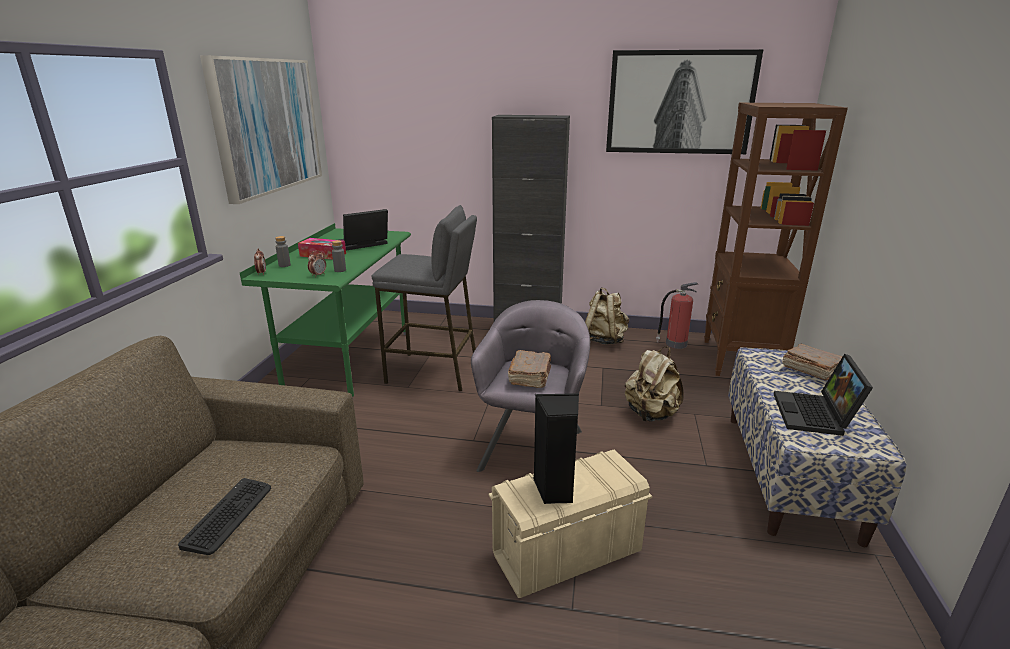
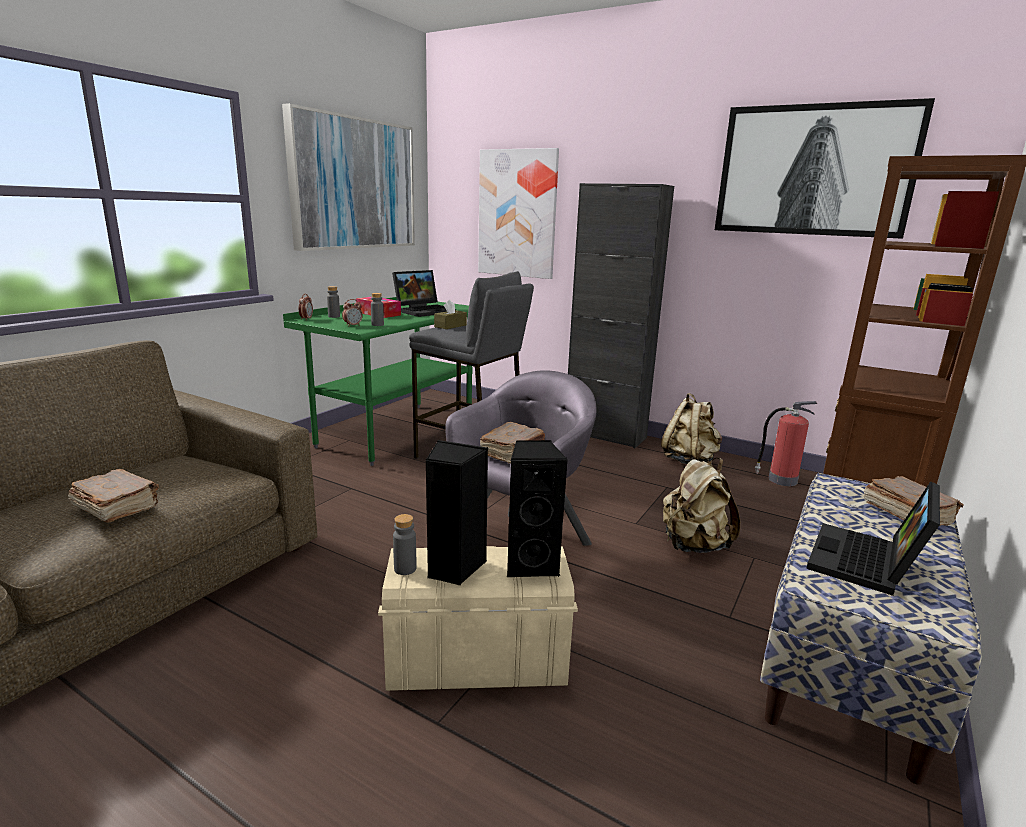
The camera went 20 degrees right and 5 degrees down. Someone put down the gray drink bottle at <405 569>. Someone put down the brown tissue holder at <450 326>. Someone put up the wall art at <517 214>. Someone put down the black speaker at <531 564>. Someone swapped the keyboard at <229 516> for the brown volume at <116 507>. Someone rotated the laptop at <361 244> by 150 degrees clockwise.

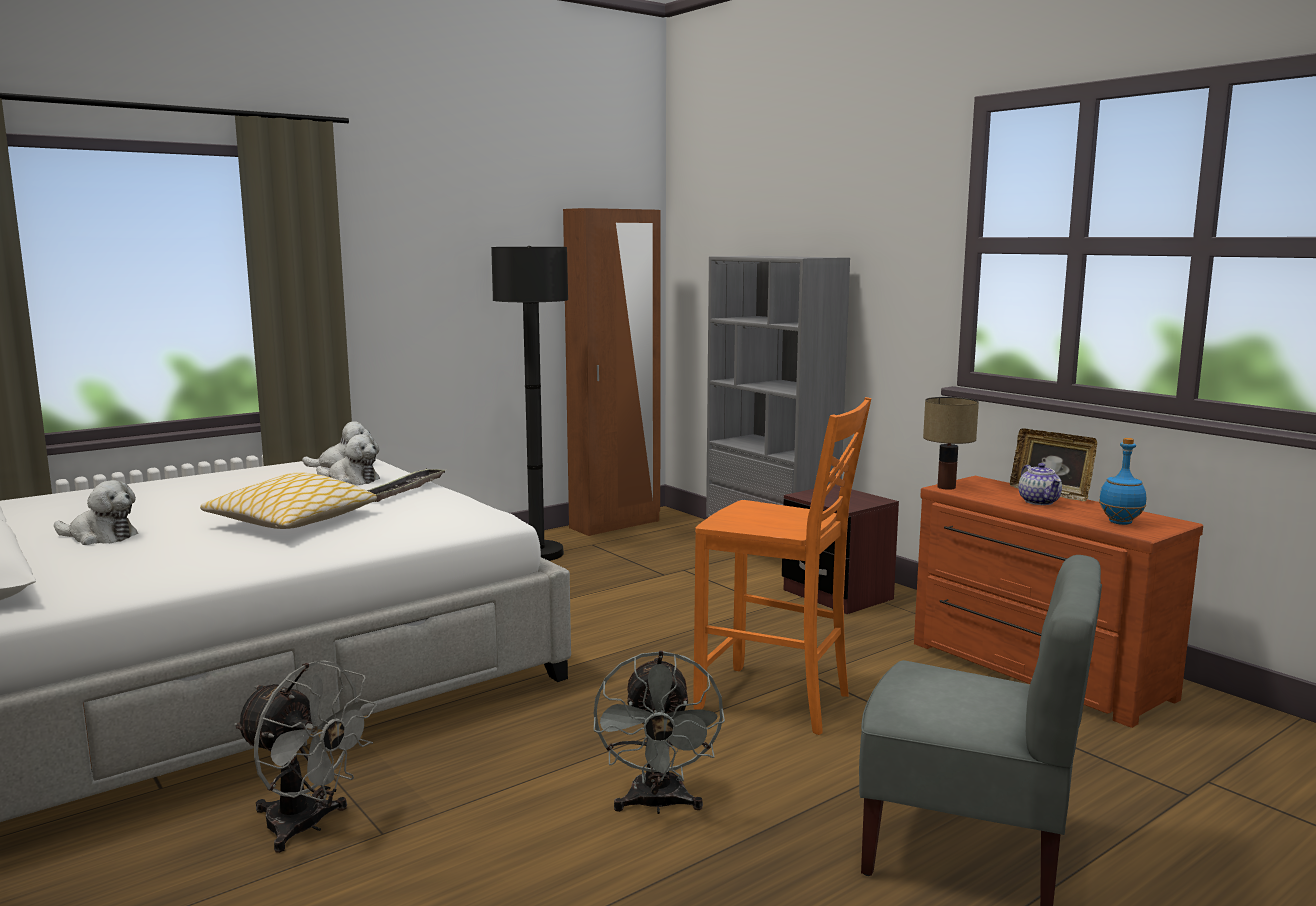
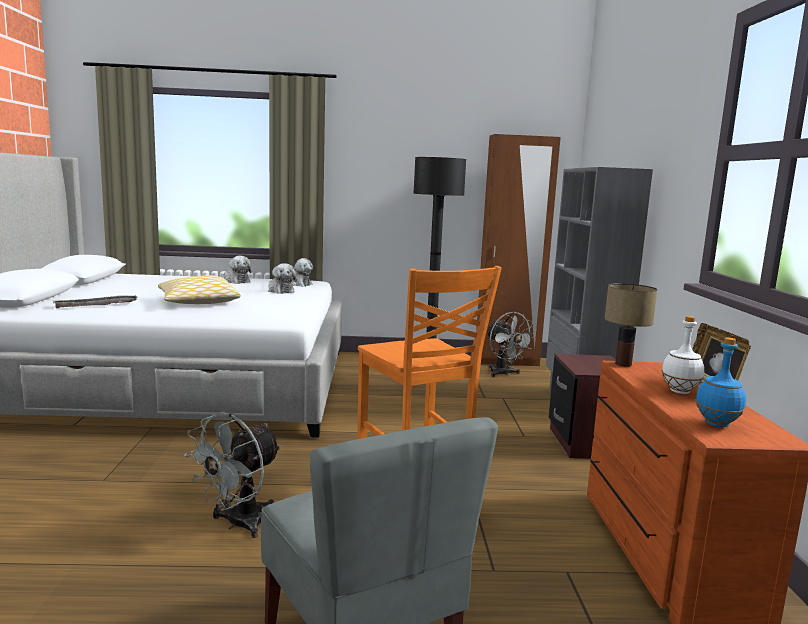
The camera went 35 degrees right and 0 degrees up. Someone carried the soft toy from <100 537> to <236 281>. Someone carried the gray fan from <307 826> to <504 374>. Someone carried the serving tray from <404 490> to <96 305>. Someone swapped the tea pot at <1039 502> for the white-coloured drink bottle at <680 391>.

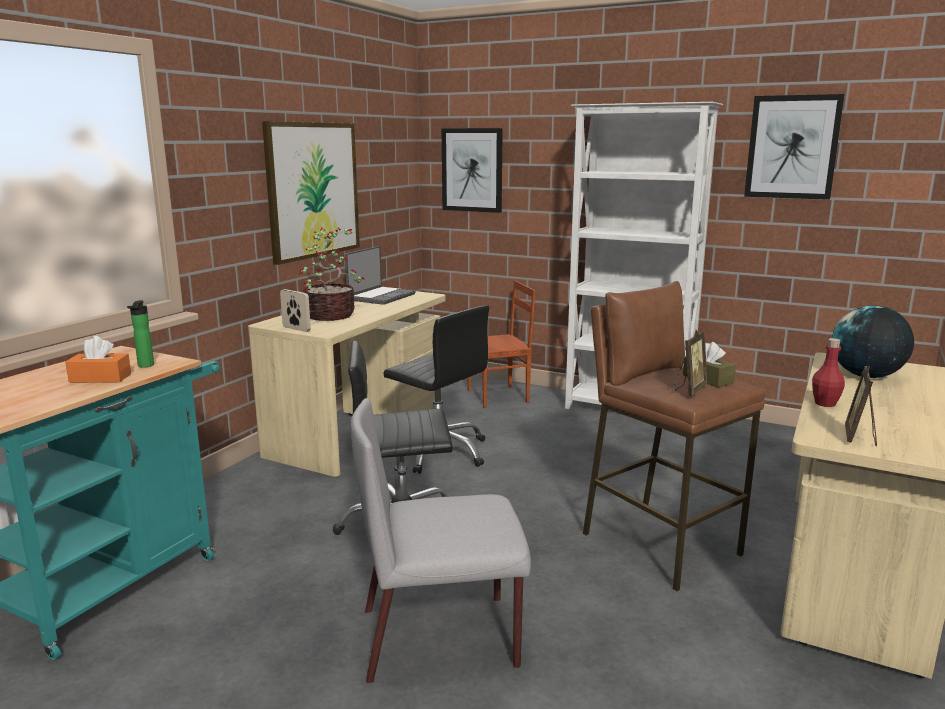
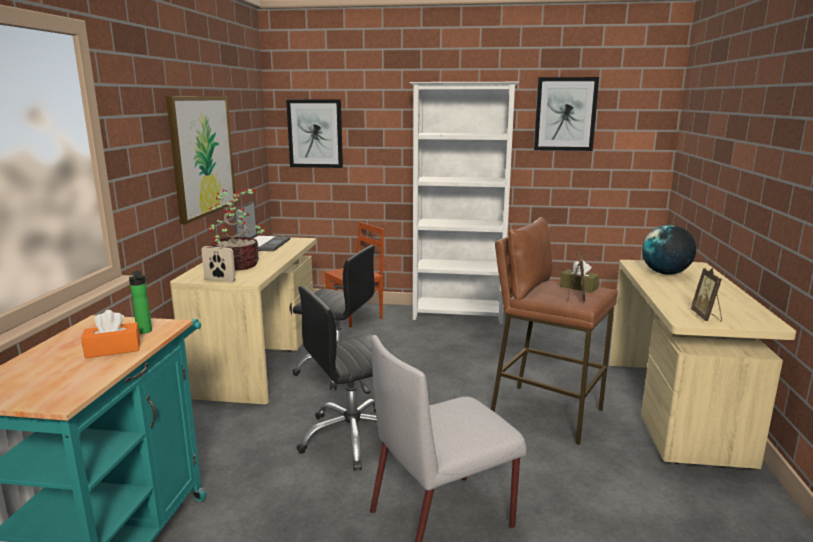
The camera went 20 degrees left and 0 degrees up. Someone took away the red-coloured drink bottle at <825 403>.

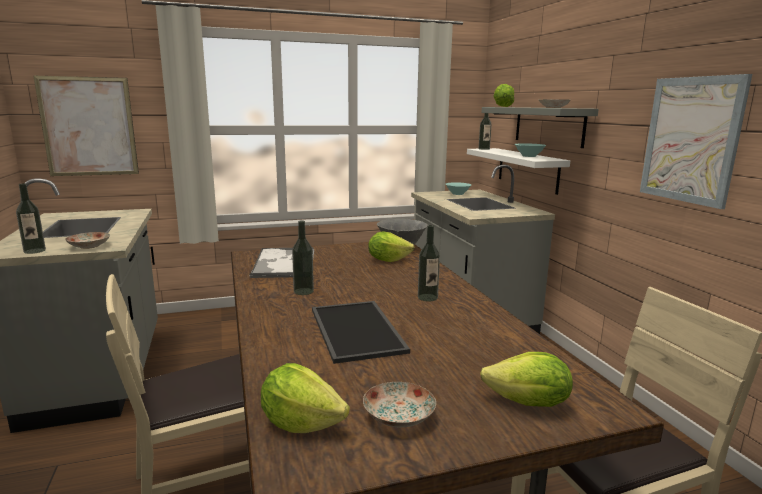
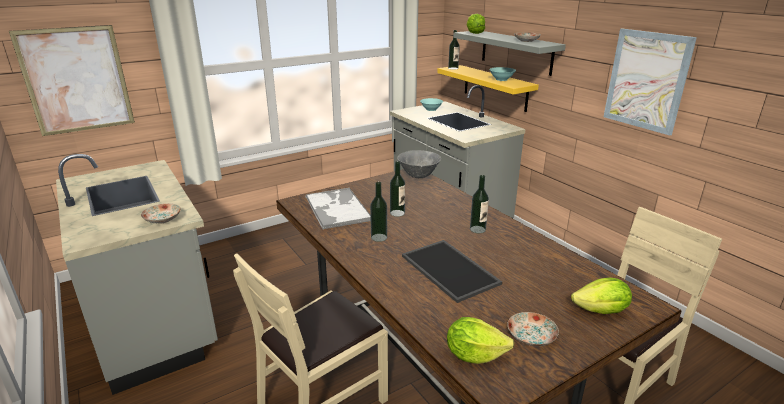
The camera went 15 degrees left and 10 degrees up. Someone took away the lettuce head at <388 260>. Someone carried the drink bottle from <34 251> to <397 213>. Someone repainted the white-coloured wall shelf at <527 169>, which became the yellowish wall shelf at <495 88>.

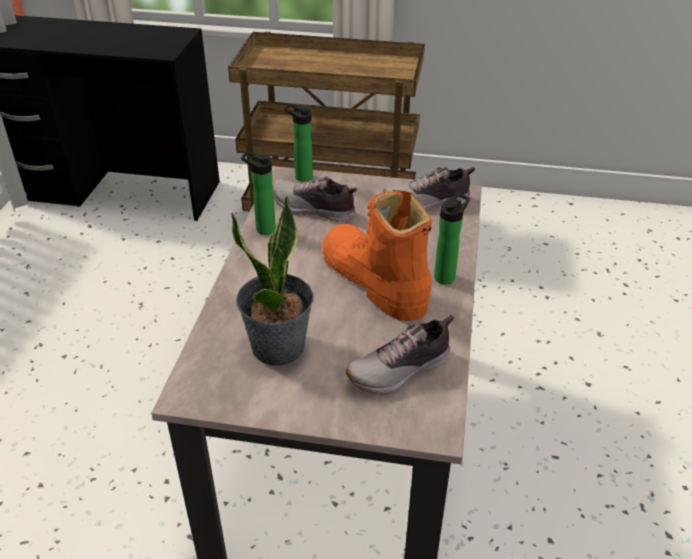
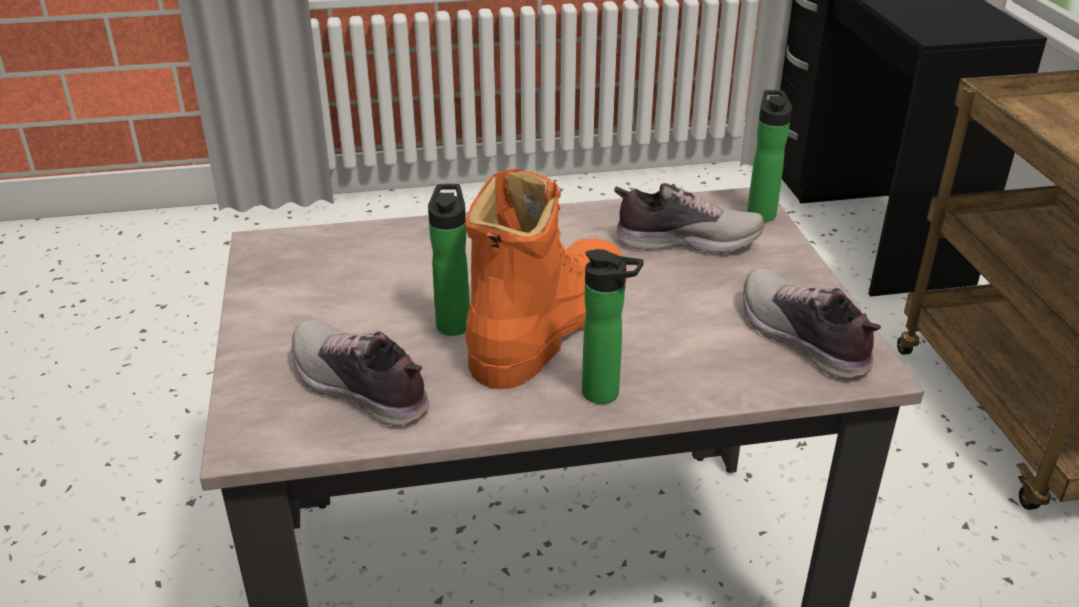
The camera went 70 degrees right and 5 degrees down. Someone took away the houseplant at <279 347>. Someone carried the drink bottle from <262 228> to <453 323>. Someone rotated the item of footwear at <313 209> by 90 degrees clockwise.

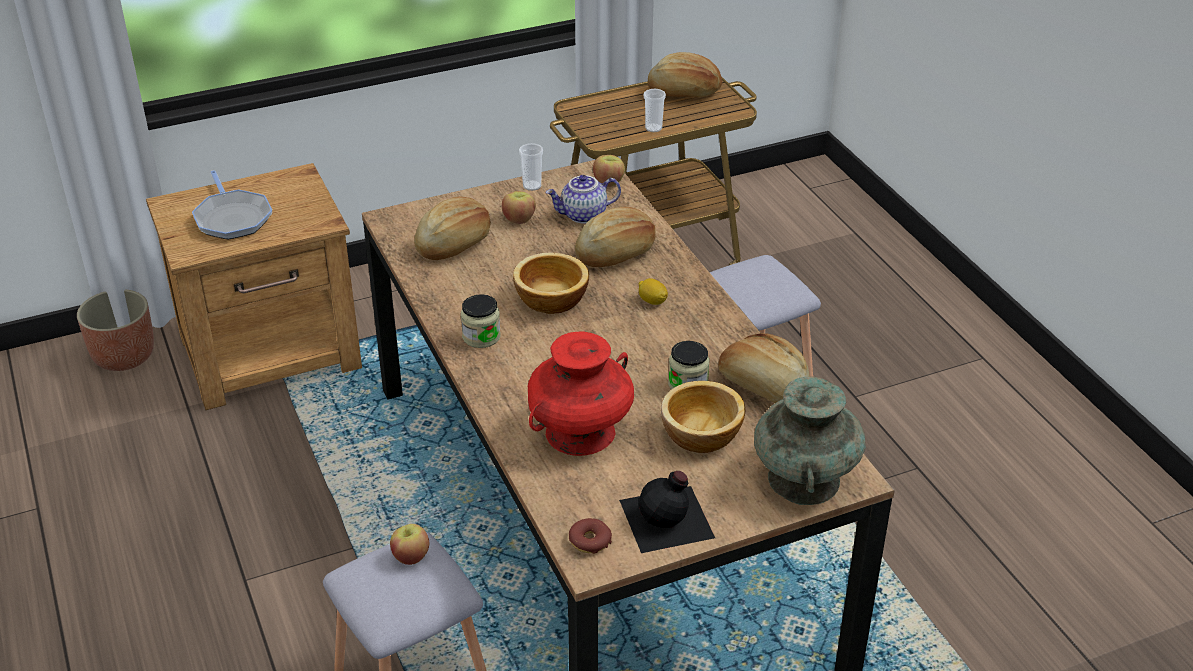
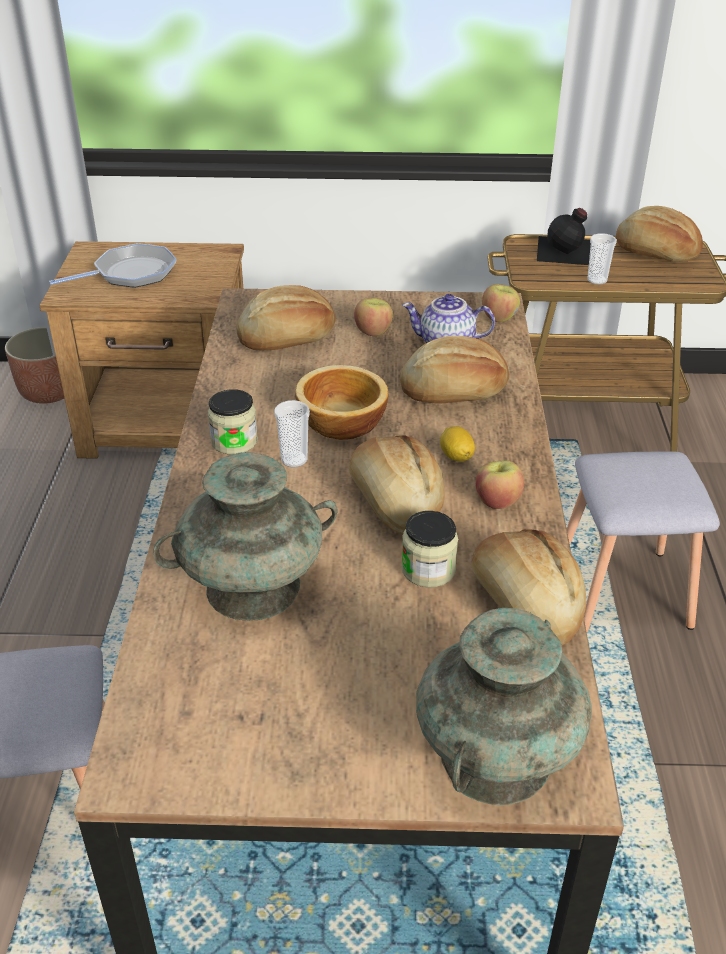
The camera went 25 degrees right and 0 degrees up. Someone took away the donut at <589 541>. Someone took away the serving bowl at <701 436>. Someone put down the bread at <394 503>. Someone carried the whole apple from <410 556> to <497 501>. Someone carried the cup from <532 186> to <294 460>. Someone carried the black drink bottle from <668 519> to <567 251>. Someone repainted the red-coloured vase at <580 433>, which became the blue-green vase at <252 588>. Someone rotated the frying pan at <232 218> by 120 degrees counterclockwise.

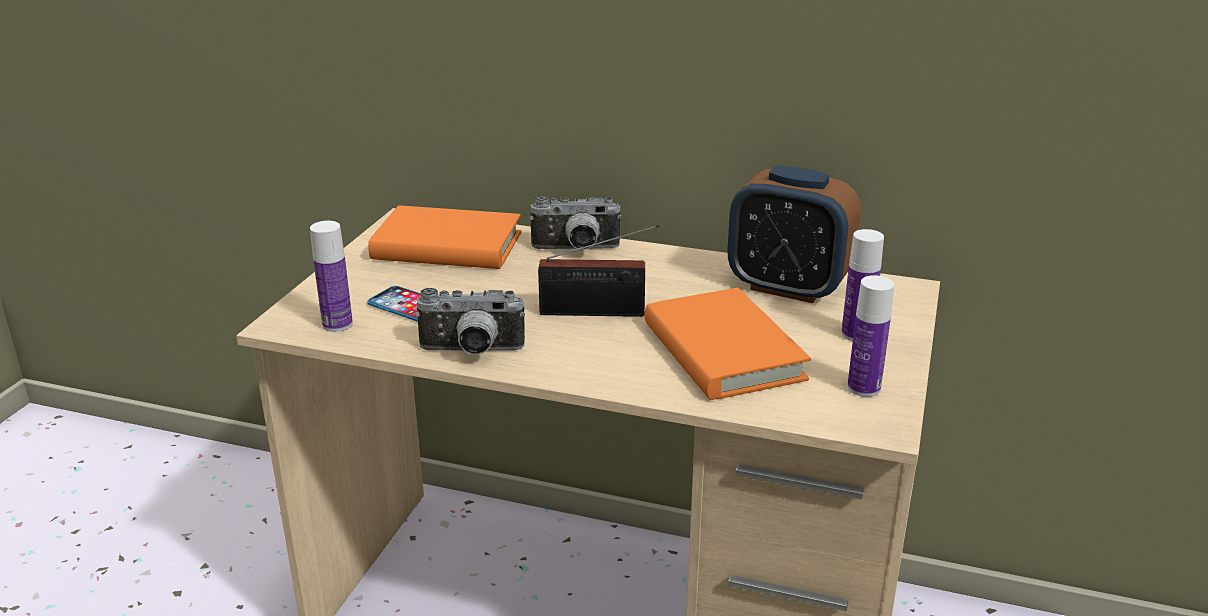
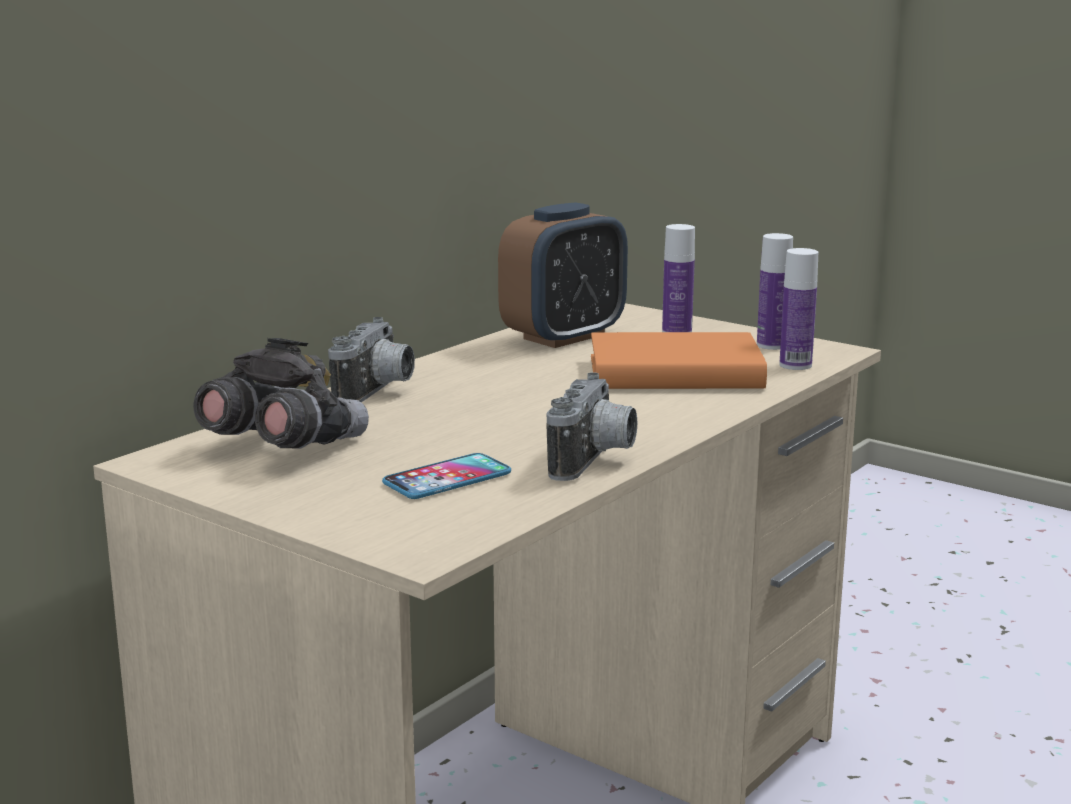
The camera went 70 degrees left and 10 degrees down. Someone took away the radio receiver at <598 312>. Someone carried the drink bottle from <337 324> to <795 365>. Someone swapped the orangey volume at <447 246> for the gray binoculars at <283 447>.

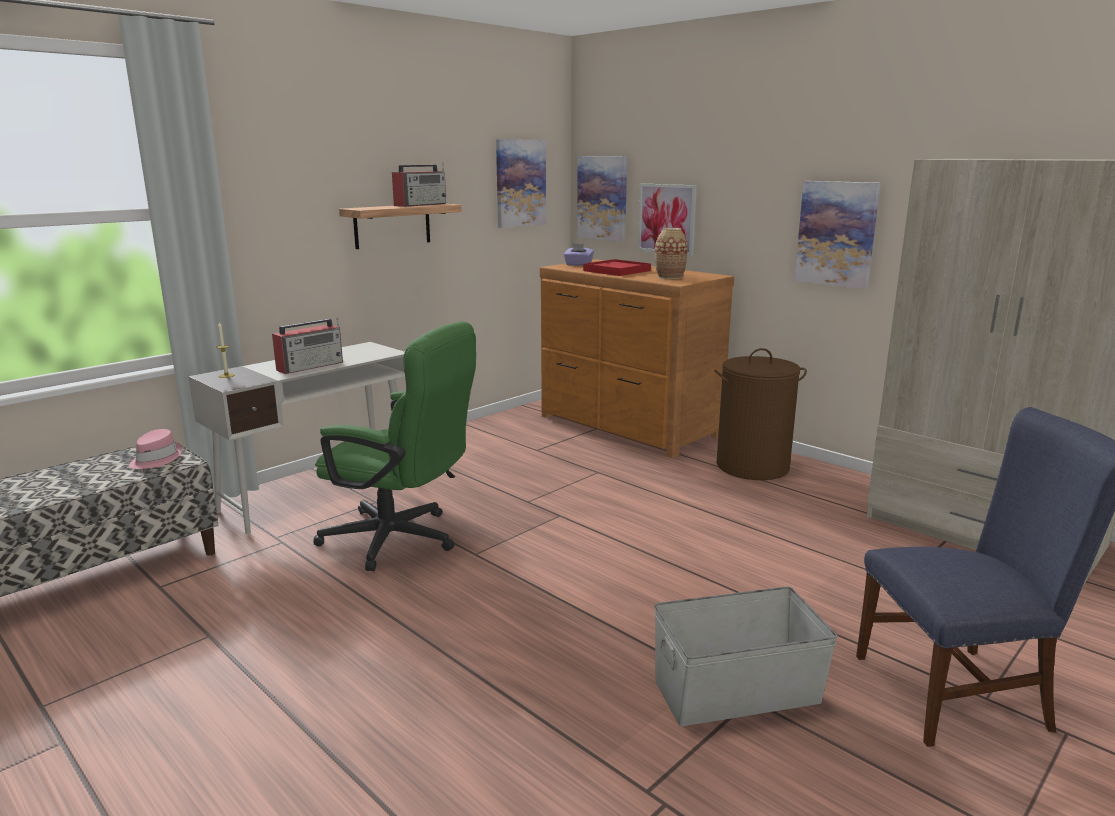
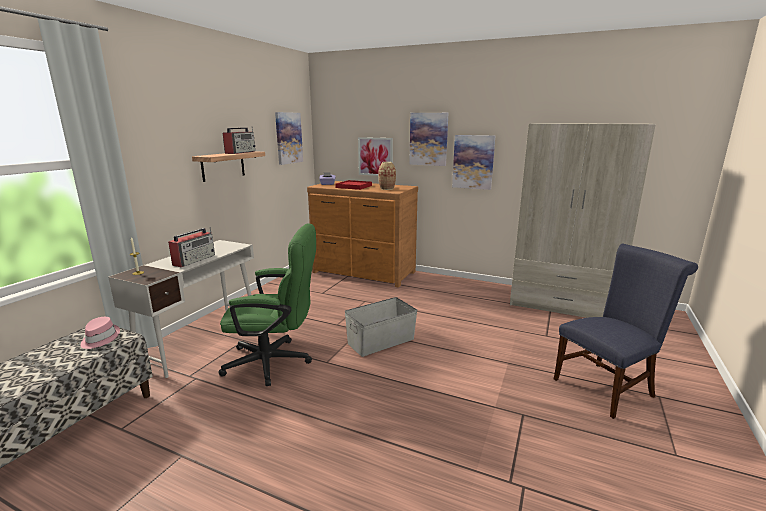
The camera went 20 degrees left and 0 degrees up. Someone took away the brown laundry basket at <752 466>. Someone carried the wall art from <602 198> to <428 139>. Someone carried the gray storage bin from <735 691> to <380 341>.

